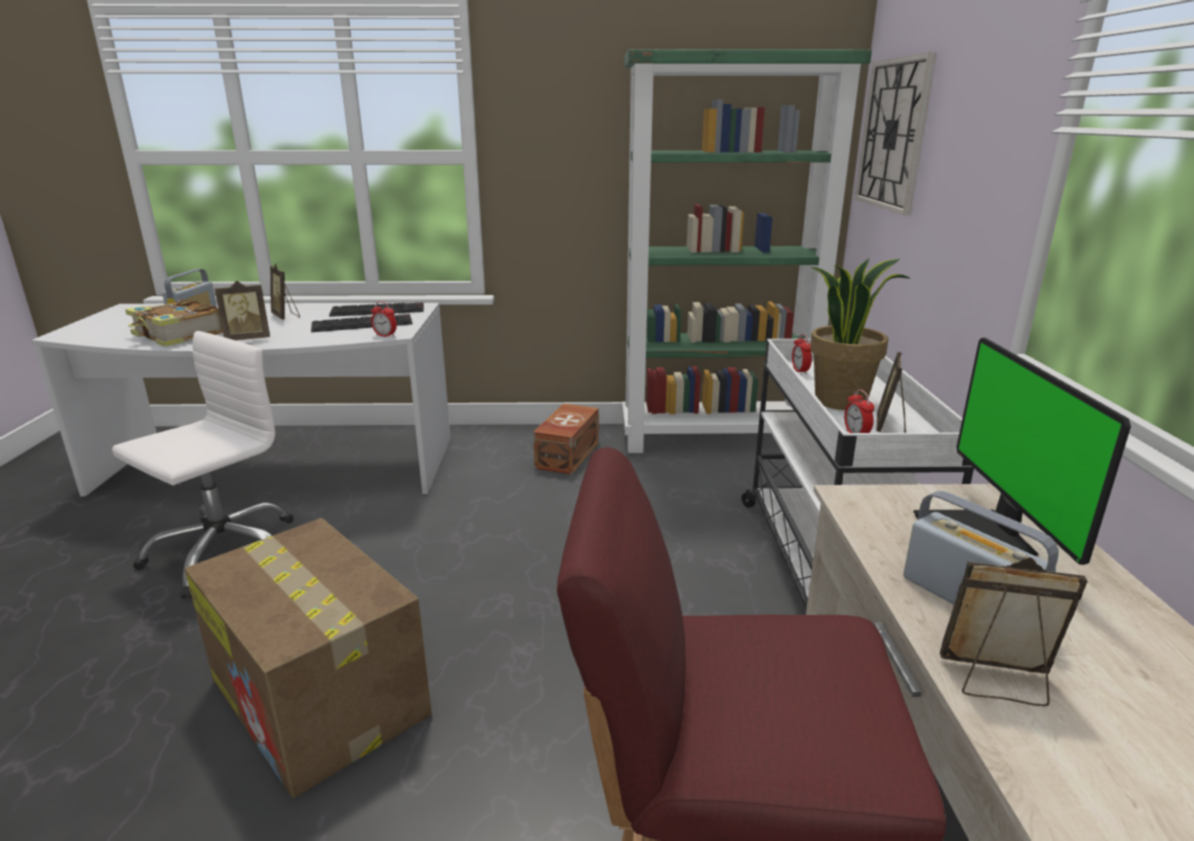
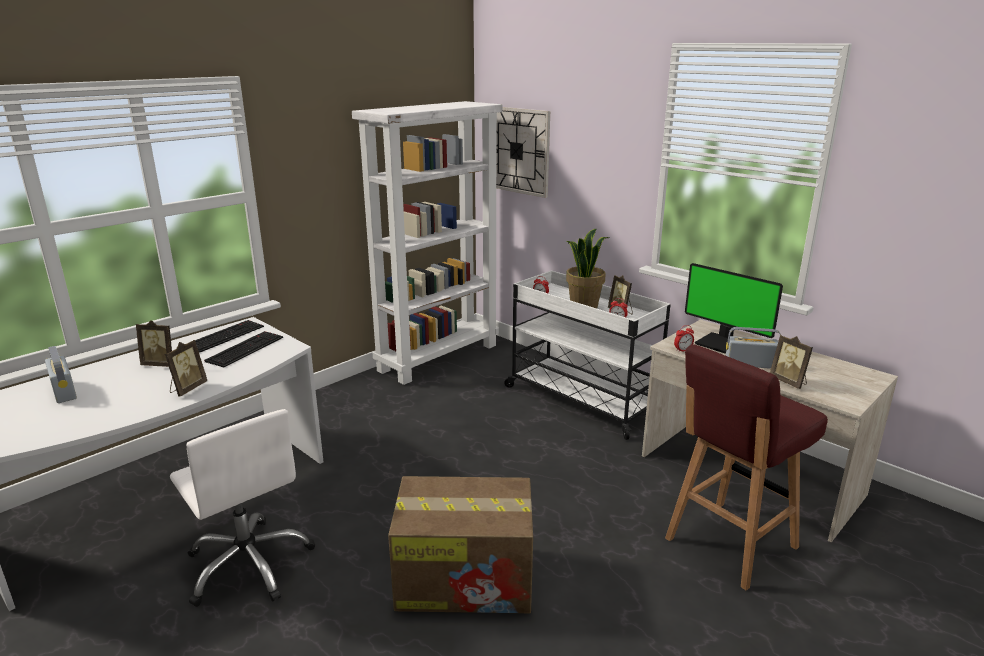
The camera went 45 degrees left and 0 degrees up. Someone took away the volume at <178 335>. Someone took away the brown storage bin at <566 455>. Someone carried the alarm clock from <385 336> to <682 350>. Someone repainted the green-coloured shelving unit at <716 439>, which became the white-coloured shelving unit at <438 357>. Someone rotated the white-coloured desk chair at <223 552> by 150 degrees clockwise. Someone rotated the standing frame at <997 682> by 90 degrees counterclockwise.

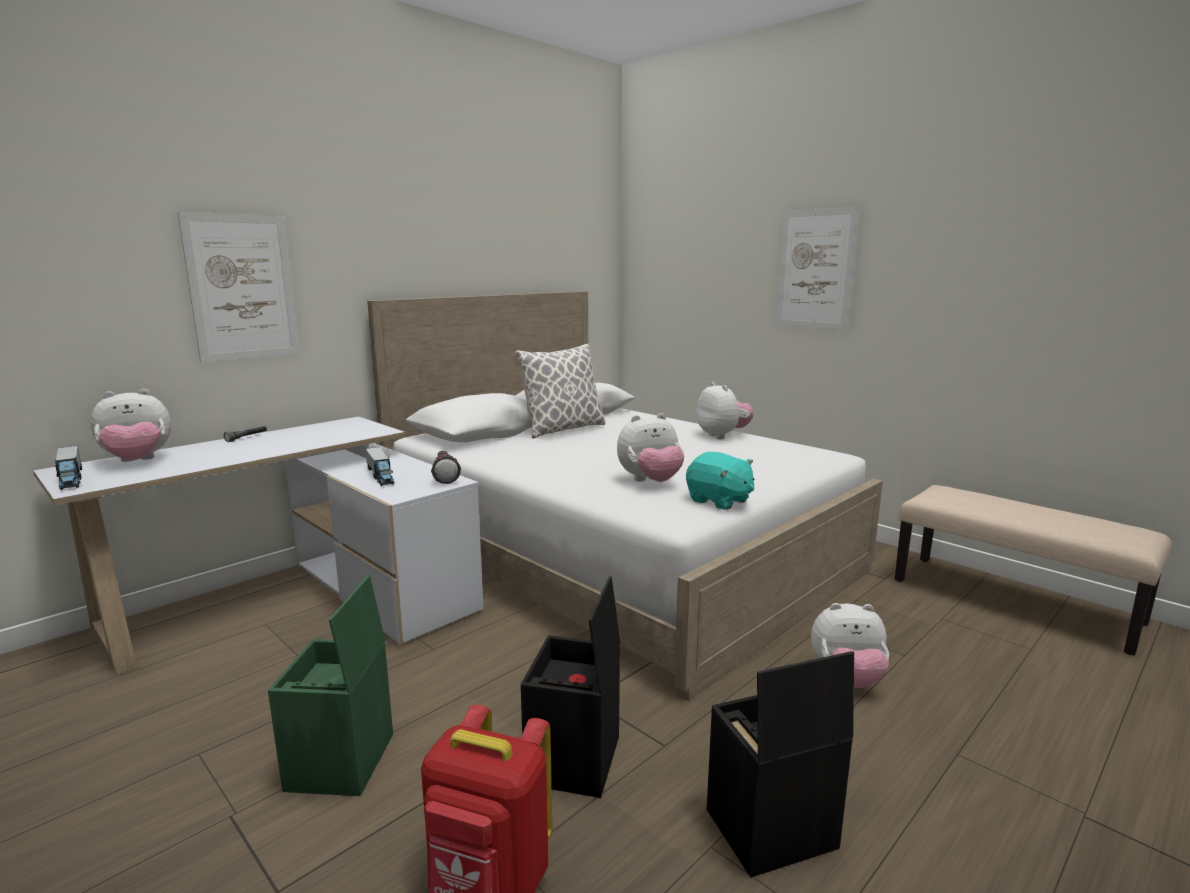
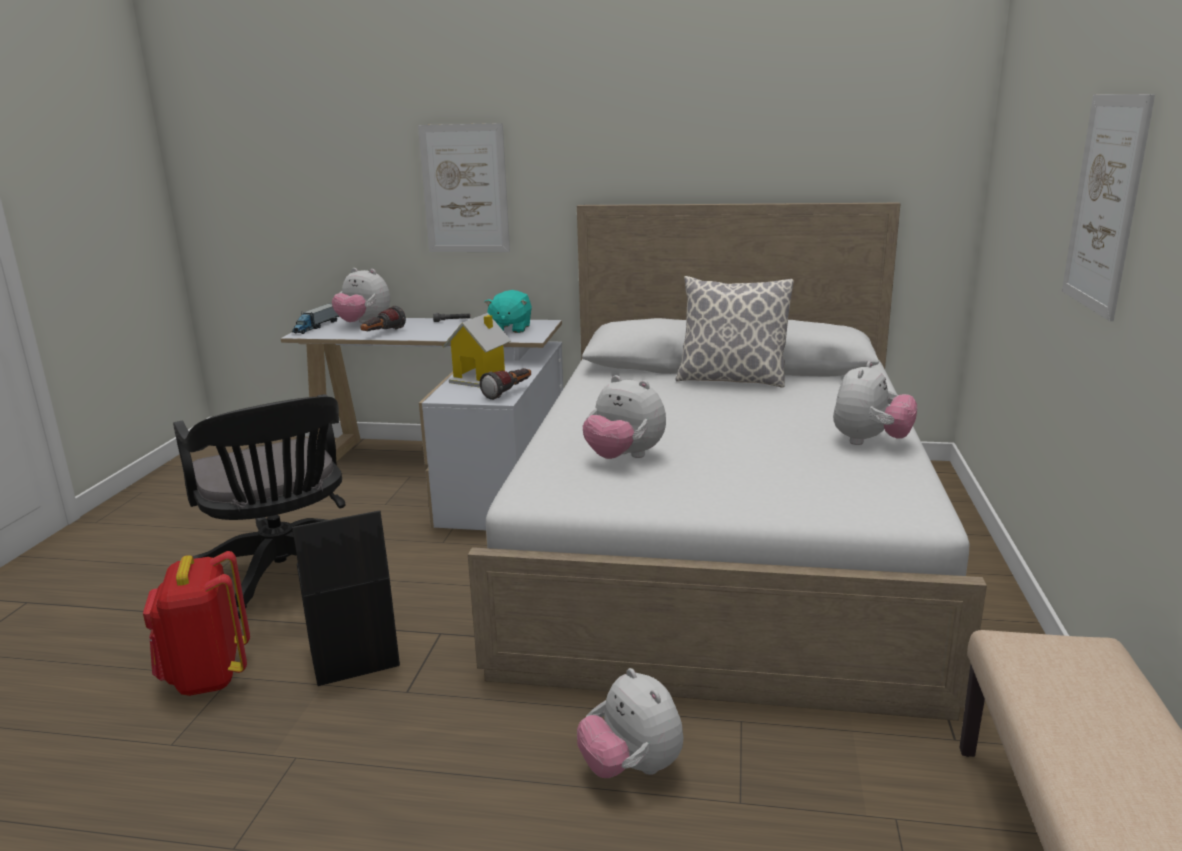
The camera went 55 degrees right and 5 degrees up. Someone took away the black storage bin at <769 831>. Someone put down the hand torch at <382 334>. Someone carried the blue-green soft toy from <719 501> to <510 329>. Someone swapped the green-coloured storage bin at <341 763> for the black desk chair at <284 576>. Someone swapped the model truck at <380 475> for the miniature house at <479 378>.

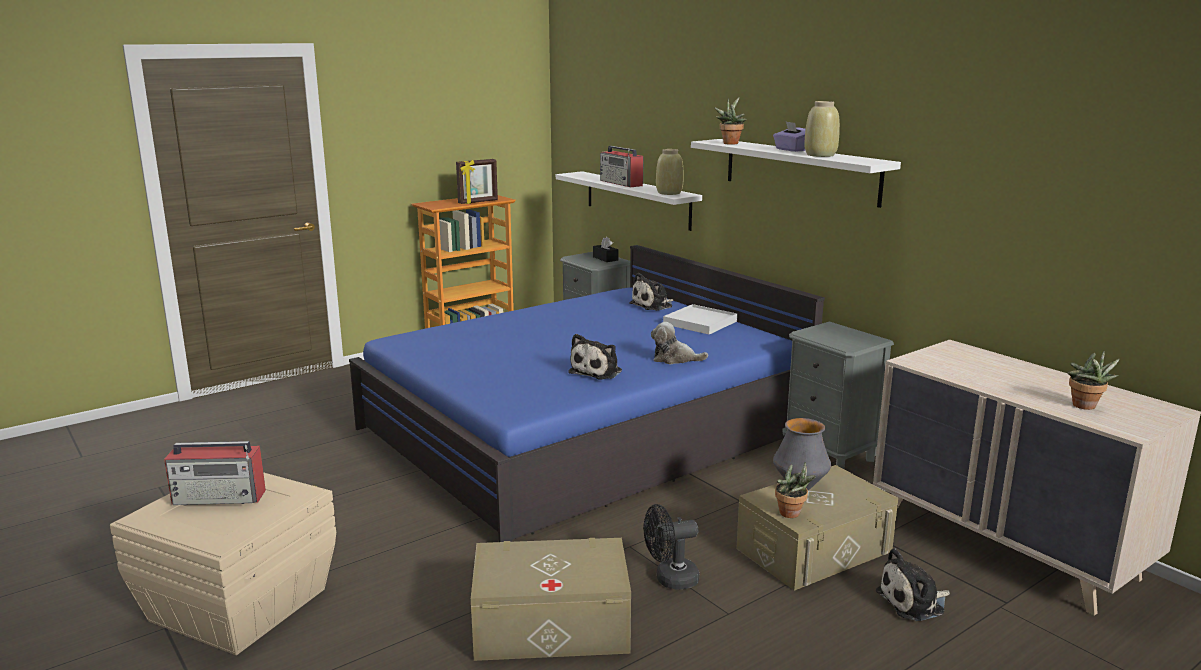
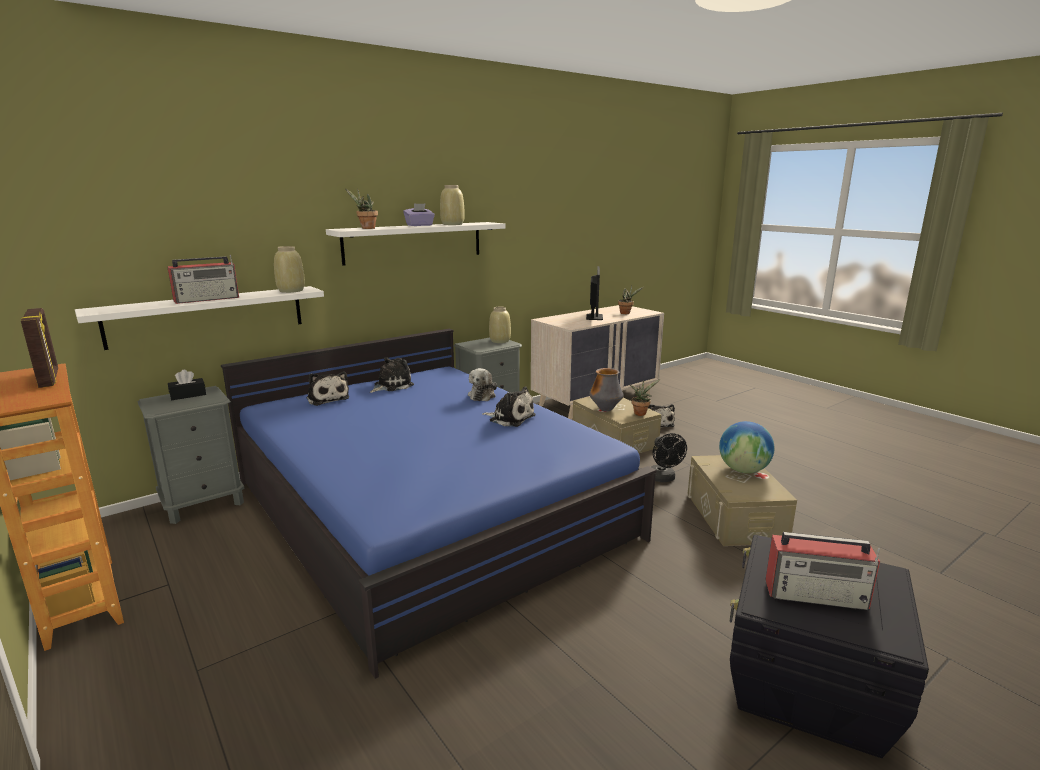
The camera went 90 degrees left and 0 degrees up. Someone put down the beige vase at <499 341>. Someone put down the computer screen at <594 317>. Someone put down the desk globe at <743 470>. Someone swapped the white-coloured serving tray at <700 322> for the soft toy at <391 386>. Someone repainted the beige storage bin at <238 603>, which became the black storage bin at <807 686>. Someone rotated the radio receiver at <220 497> by 105 degrees clockwise.

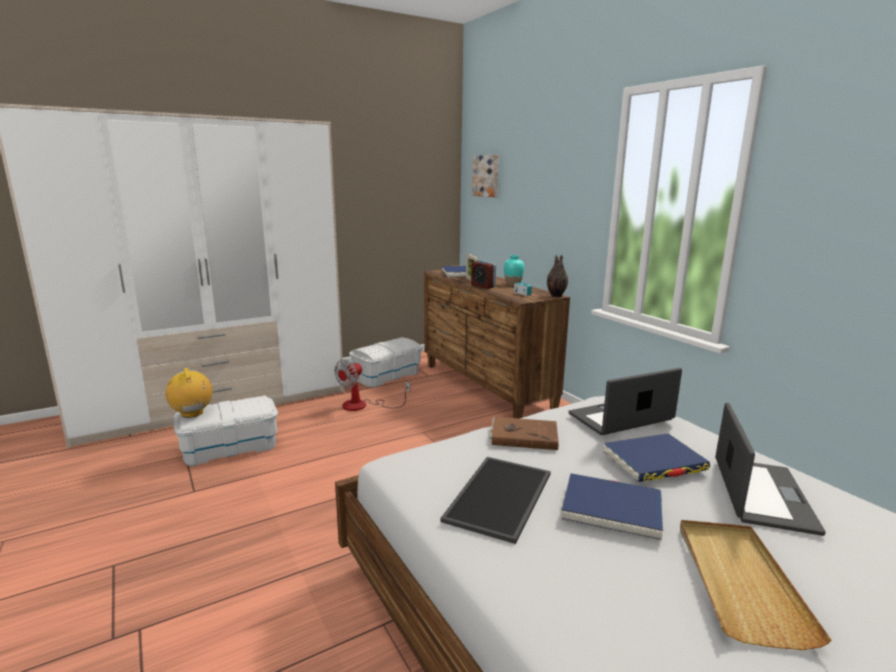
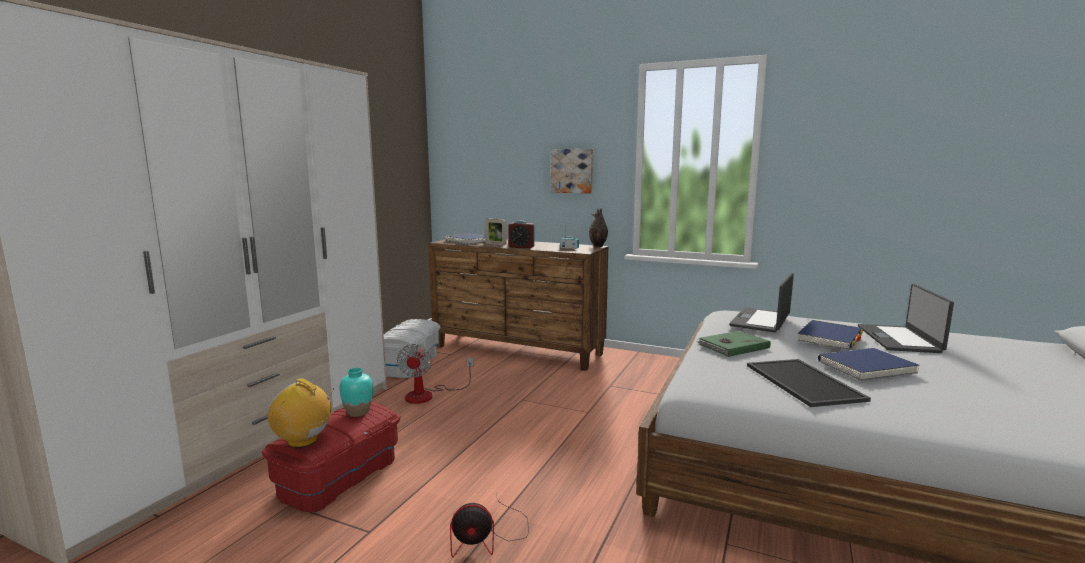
The camera went 35 degrees left and 5 degrees down. Someone took away the beige serving tray at <739 582>. Someone put down the fan at <487 537>. Someone carried the wall art from <486 176> to <572 171>. Someone carried the blue-green vase from <513 284> to <358 412>. Someone repainted the white-coloured storage bin at <230 448>, which became the red-coloured storage bin at <339 477>. Someone repainted the brown volume at <523 435>, which became the green-coloured volume at <732 346>. Someone rotated the laptop at <761 494> by 150 degrees counterclockwise.

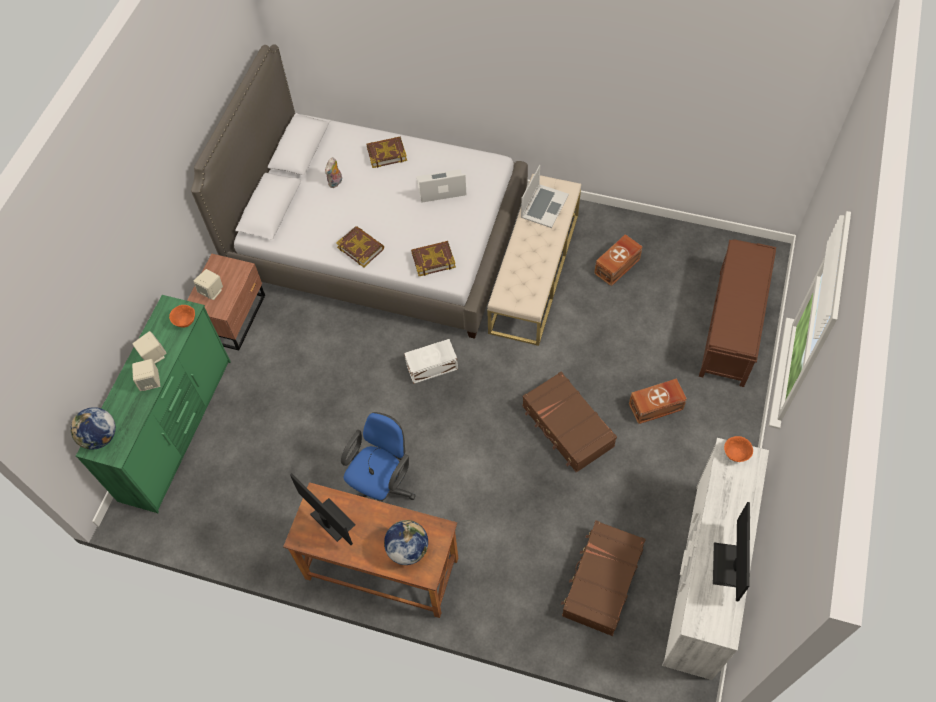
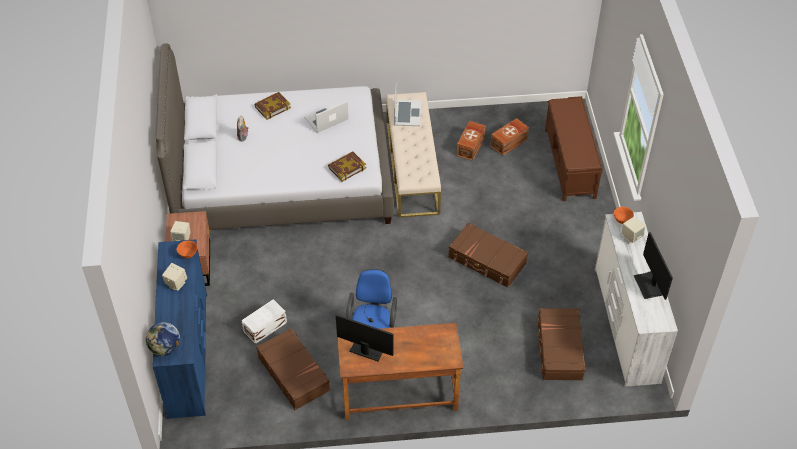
The camera went 25 degrees left and 10 degrees down. Someone took away the volume at <361 248>. Someone took away the desk globe at <407 549>. Someone put down the brown travel case at <294 373>. Someone carried the beige speaker from <151 382> to <631 237>. Someone carried the white-coloured storage bin from <433 367> to <266 327>. Someone carried the brown storage bin from <656 407> to <509 143>. Someone repainted the green-coloured dresser at <177 428>, which became the bluish dresser at <189 354>.

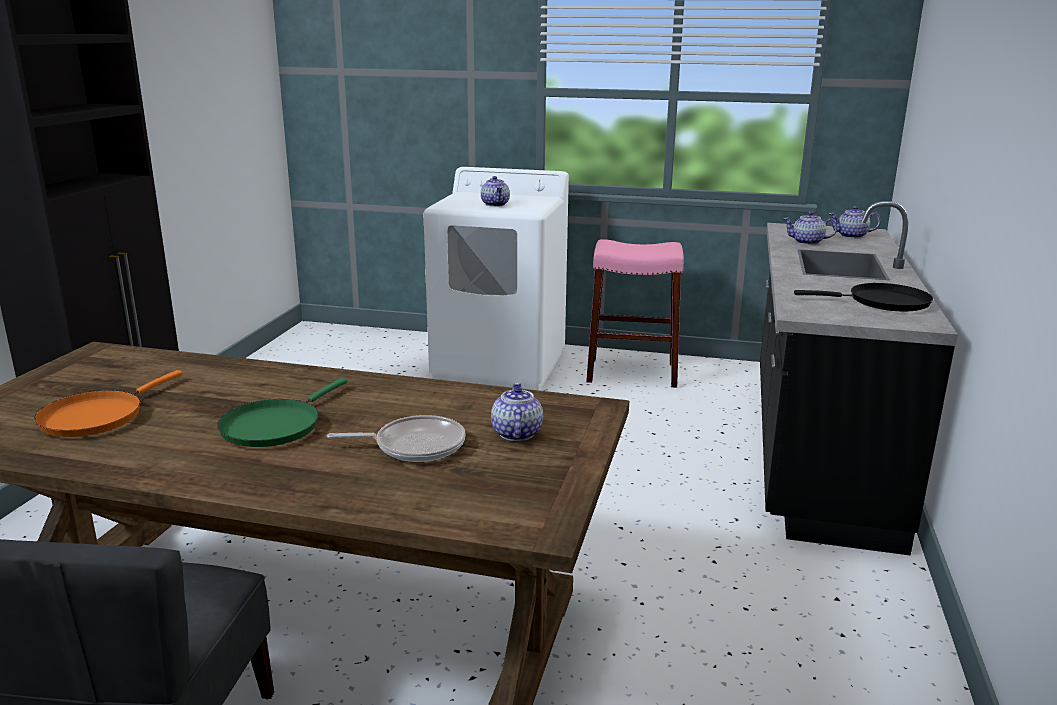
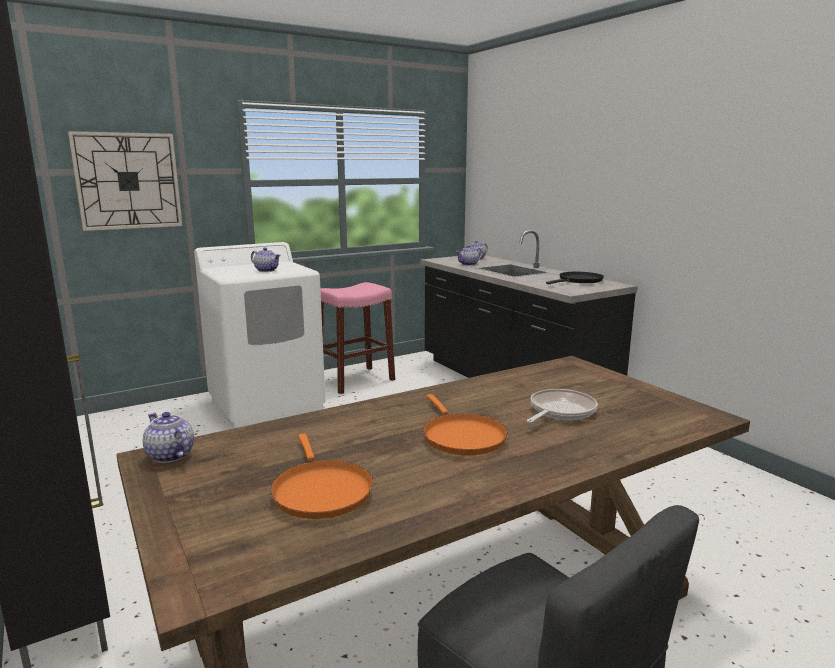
The camera went 45 degrees left and 5 degrees down. Someone put up the clock on the wall at <128 181>. Someone carried the tea pot from <516 433> to <169 455>. Someone repainted the green-coloured frying pan at <275 426>, which became the orangey frying pan at <461 436>.

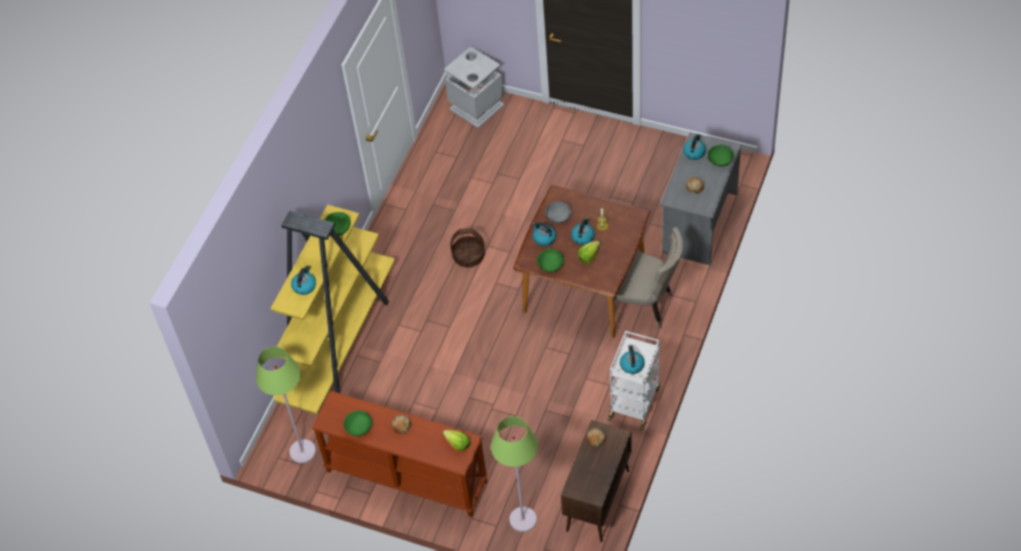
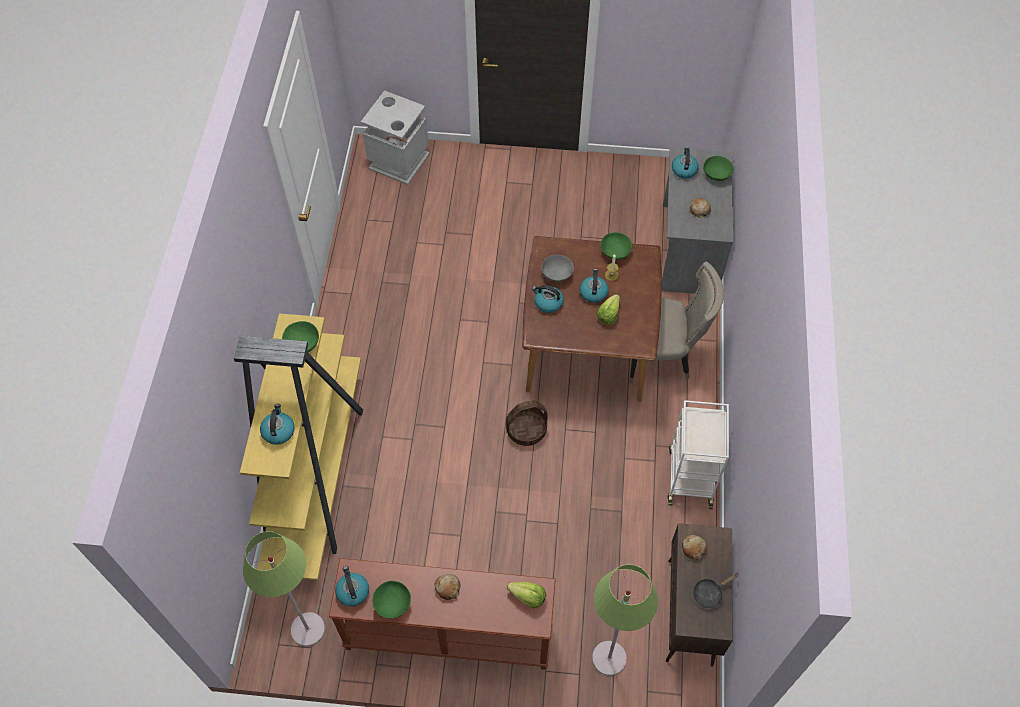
The camera went 20 degrees left and 5 degrees up. Someone put down the black frying pan at <710 593>. Someone carried the household basket from <468 256> to <526 430>. Someone carried the green-coloured serving bowl from <551 266> to <615 252>. Someone carried the water kettle from <631 365> to <352 591>.

